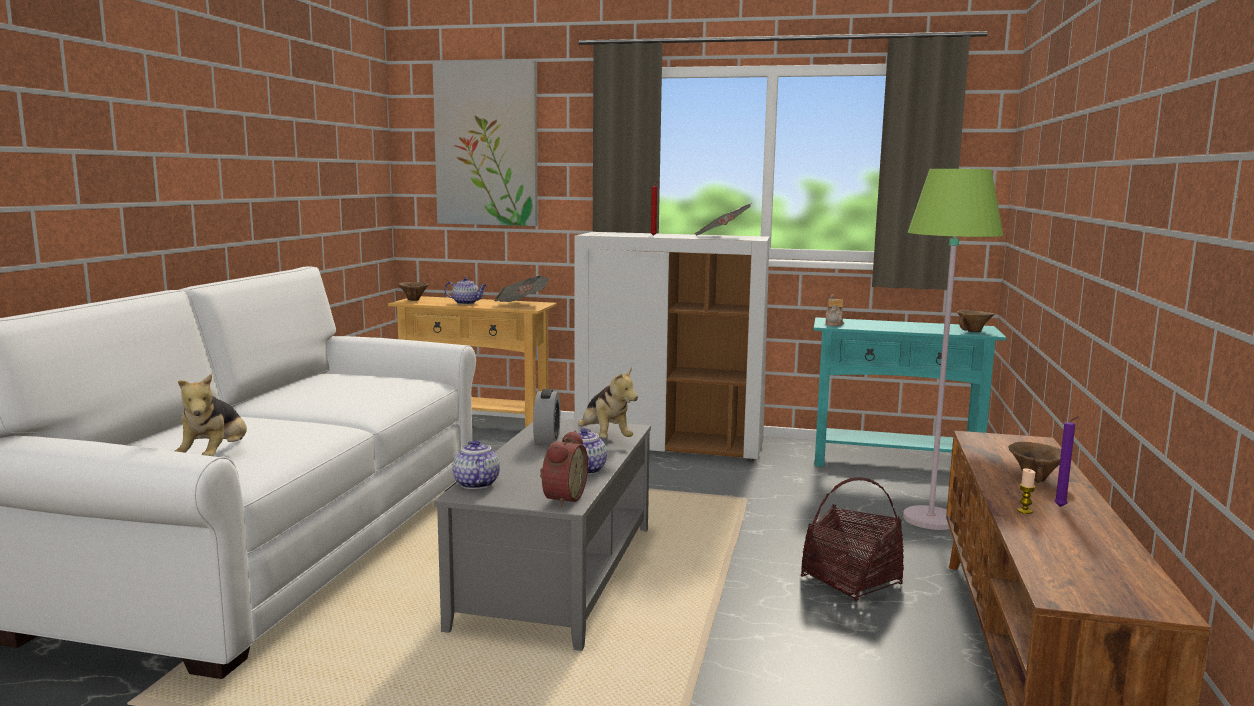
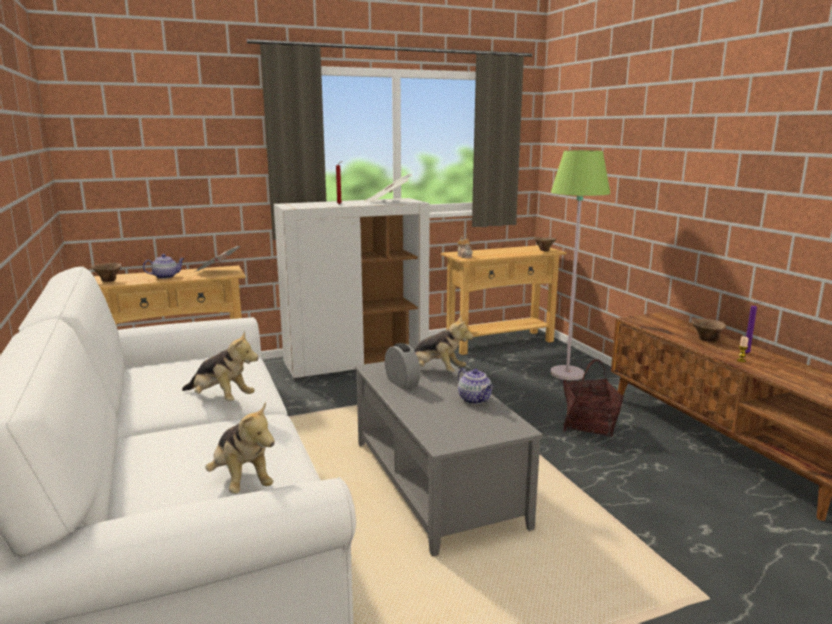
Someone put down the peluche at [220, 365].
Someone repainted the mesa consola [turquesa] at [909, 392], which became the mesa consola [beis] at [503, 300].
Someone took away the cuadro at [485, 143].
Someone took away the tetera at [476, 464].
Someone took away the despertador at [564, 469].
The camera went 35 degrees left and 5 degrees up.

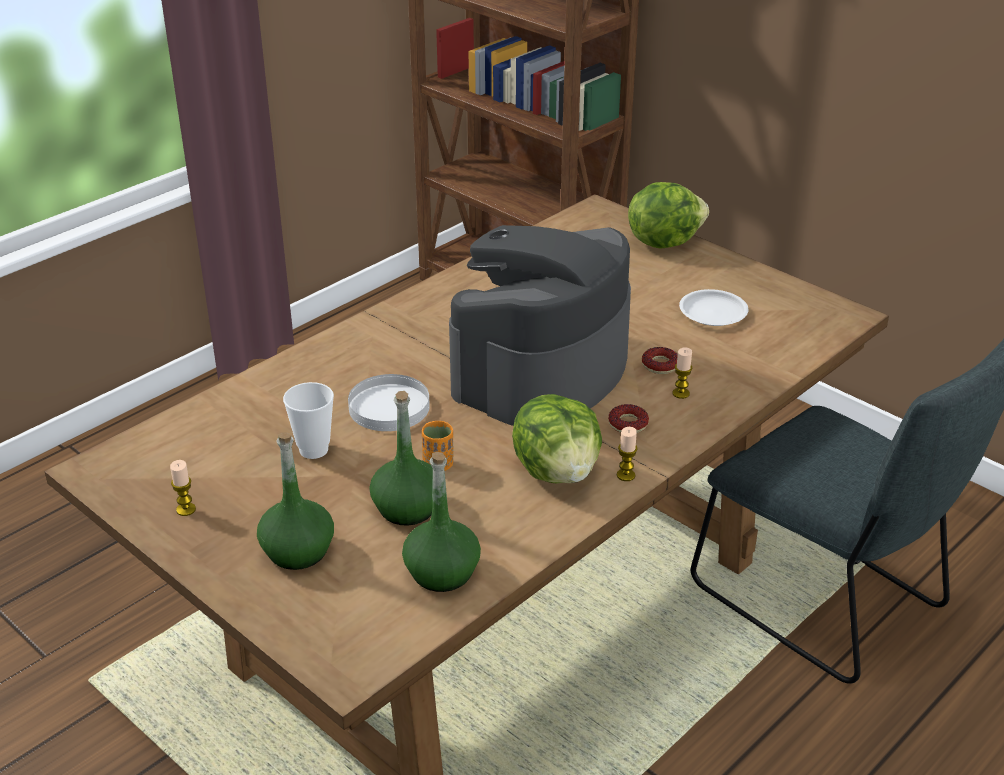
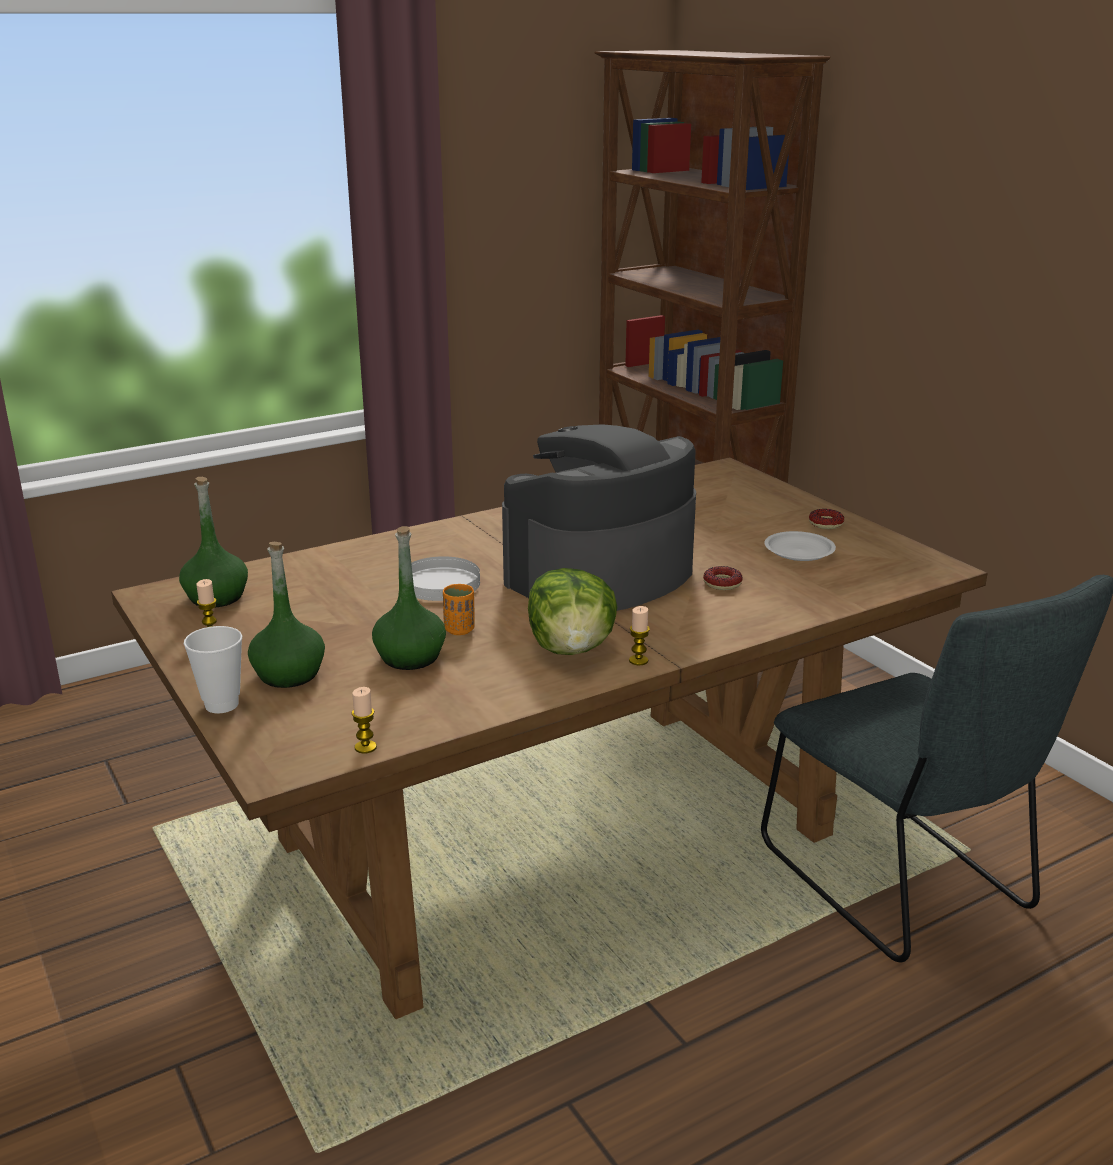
Someone carried the botella [verde] from [441, 522] to [213, 542].
Someone carried the taza from [308, 420] to [213, 669].
Someone carried the vela from [682, 373] to [364, 720].
Someone carried the rosquilla from [628, 418] to [826, 519].
Someone took away the lechuga at [668, 215].
The camera went 15 degrees right and 10 degrees down.

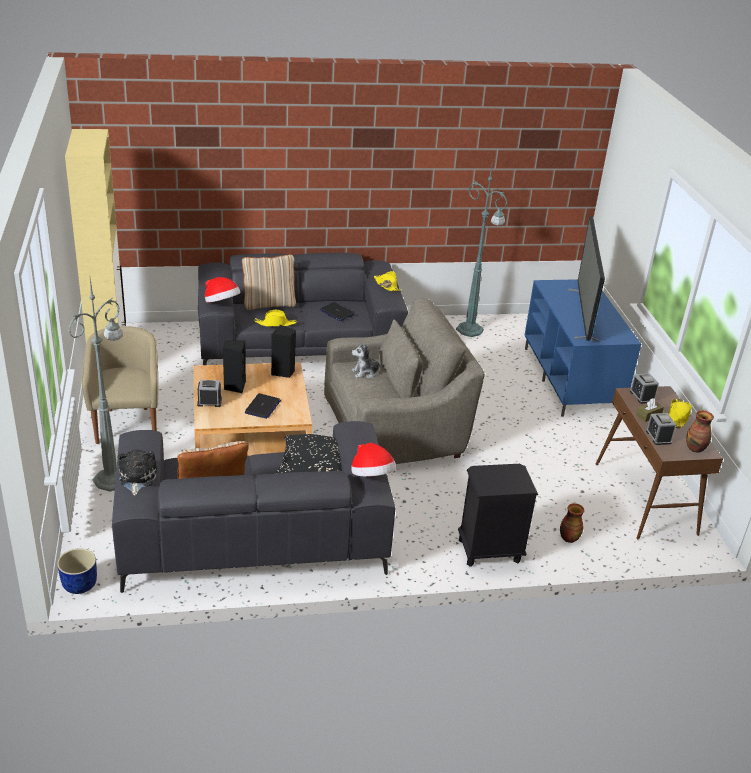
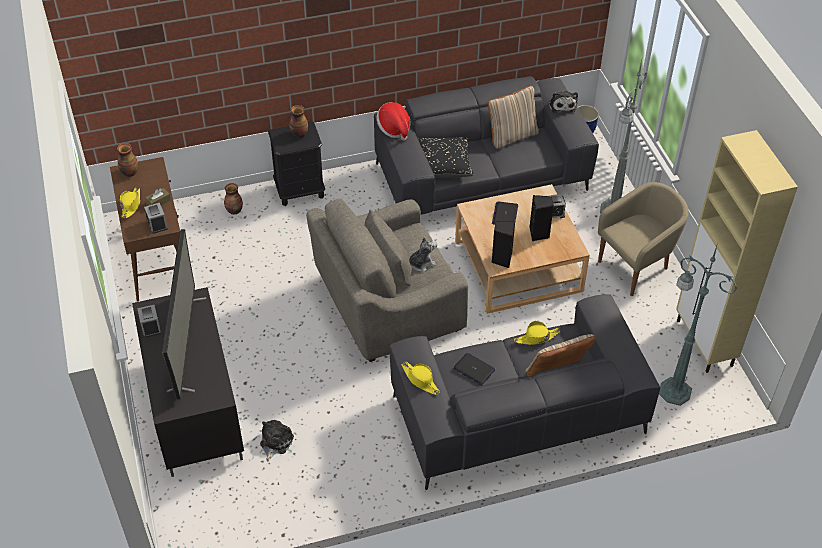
Someone repainted the mueble de televisión [azul] at [582, 348], which became the mueble de televisión [negro] at [188, 382].
Someone carried the despertador from [661, 429] to [149, 321].
Someone put down the peluche at [277, 441].
Someone put down the florero at [298, 121].
Someone rotated the sillón [beis] at [120, 385] by 105 degrees counterclockwise.
Someone carried the lámpara de pie [verde] from [481, 248] to [698, 324].
Someone took away the sombrero at [222, 289].
The camera went 175 degrees right and 15 degrees up.

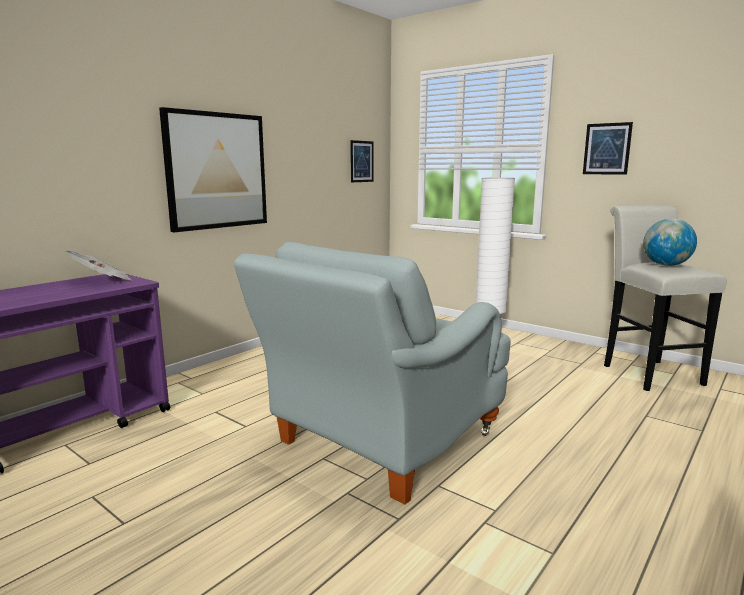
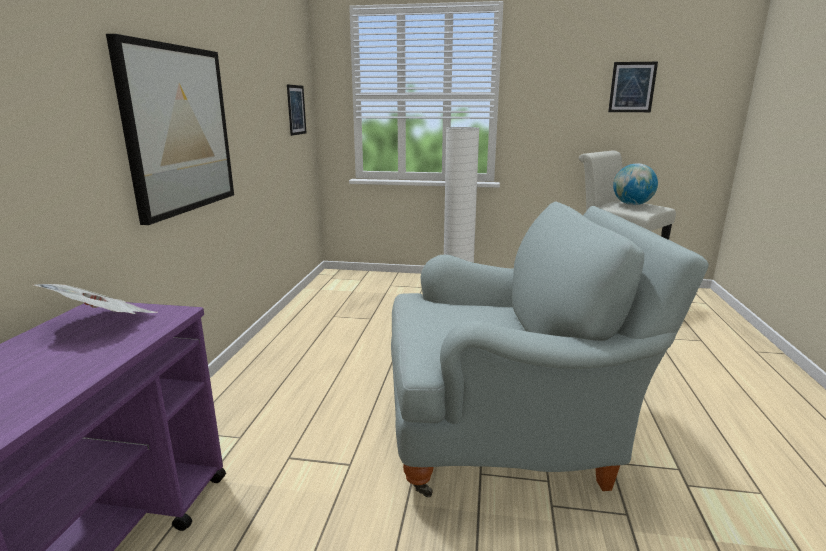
Someone rotated the sillón [gris] at [372, 373] by 105 degrees counterclockwise.
Someone carried the cuadro from [608, 148] to [633, 87].
The camera went 30 degrees left and 5 degrees up.

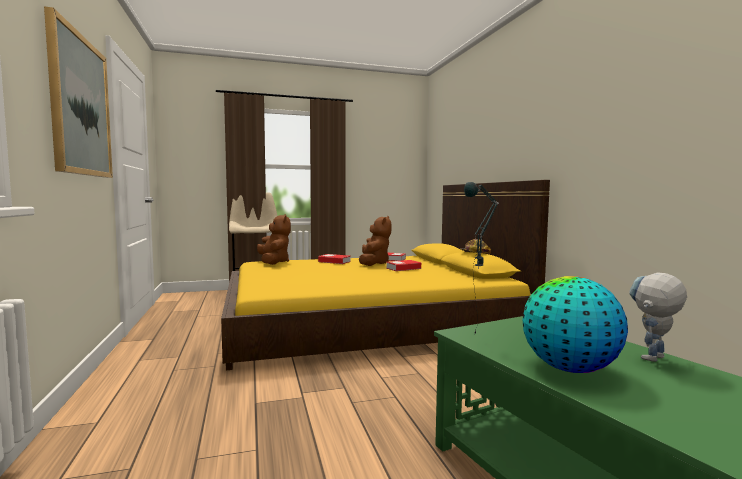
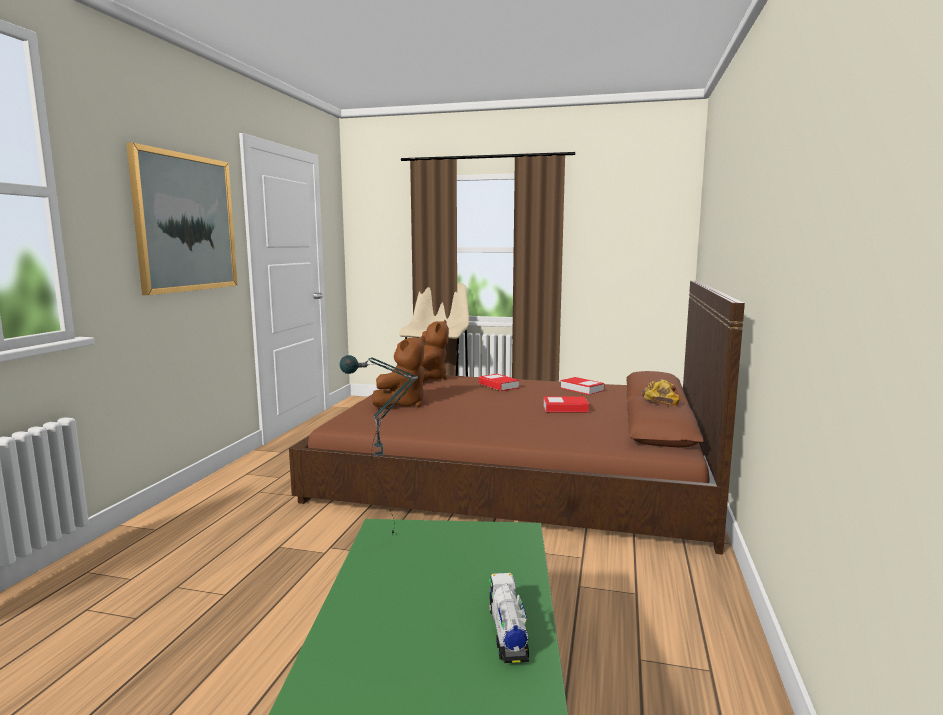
Someone repainted the cama [amarillo] at [385, 275], which became the cama [marrón] at [517, 418].
Someone carried the peluche [marrón] from [375, 241] to [398, 372].
Someone swapped the robot de juguete at [658, 317] for the camión de juguete at [509, 618].
Someone took away the globo terráqueo at [575, 324].
The camera went 30 degrees right and 5 degrees up.

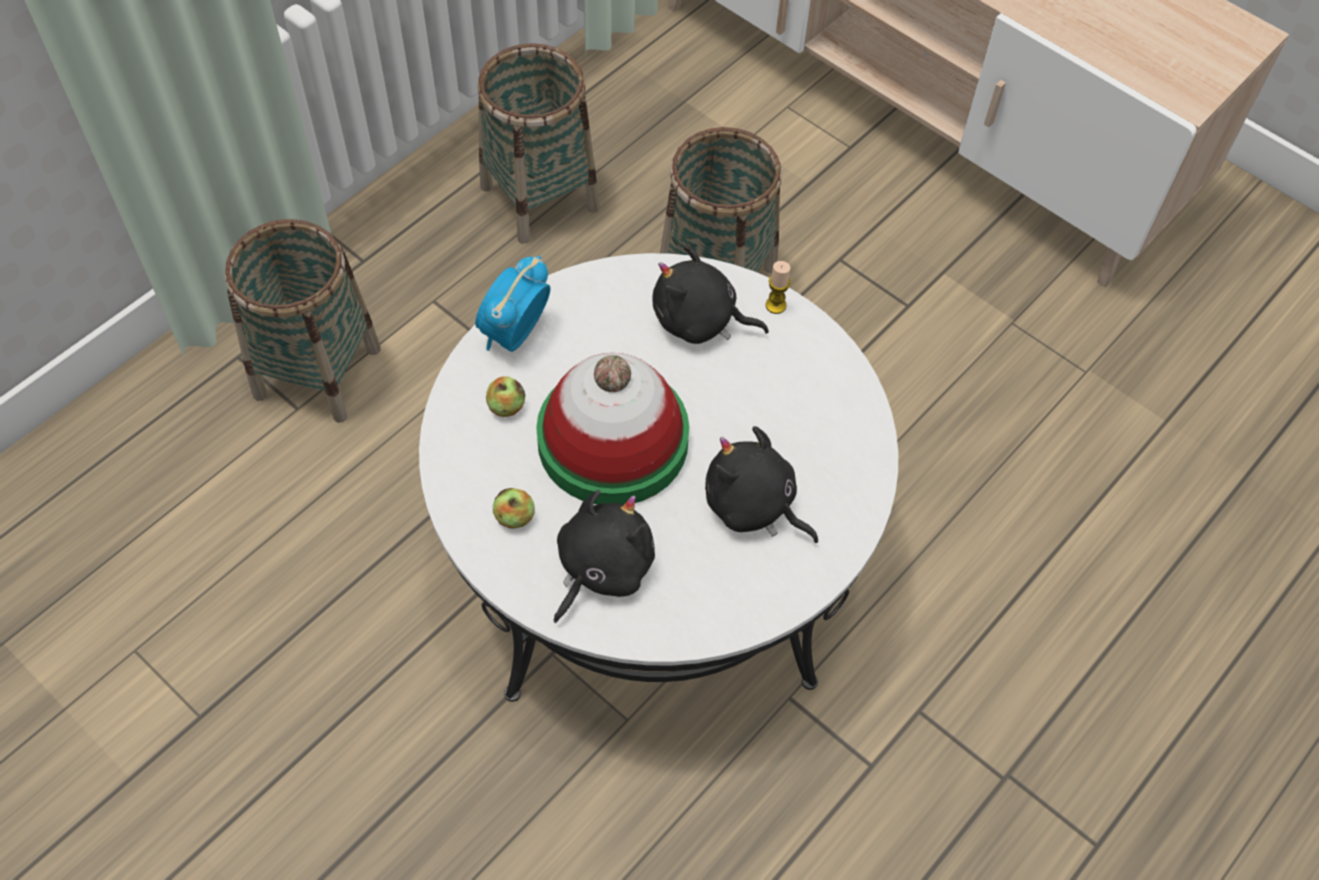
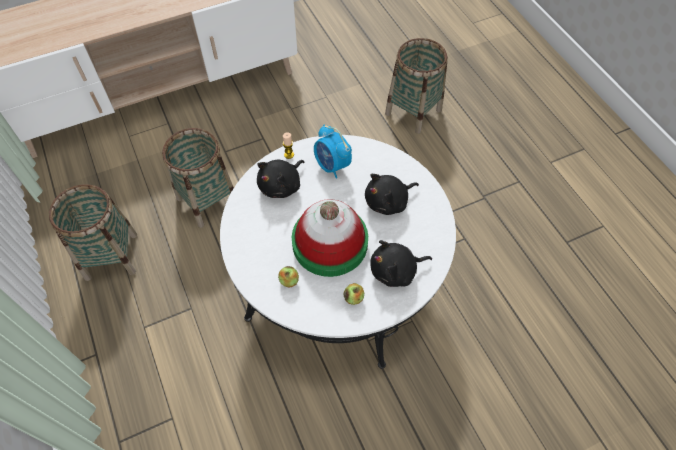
Someone carried the despertador from [513, 304] to [333, 151].
Someone rotated the peluche [negro] at [604, 556] by 75 degrees counterclockwise.
Someone carried the cesta from [303, 321] to [416, 86].
The camera went 65 degrees left and 0 degrees up.

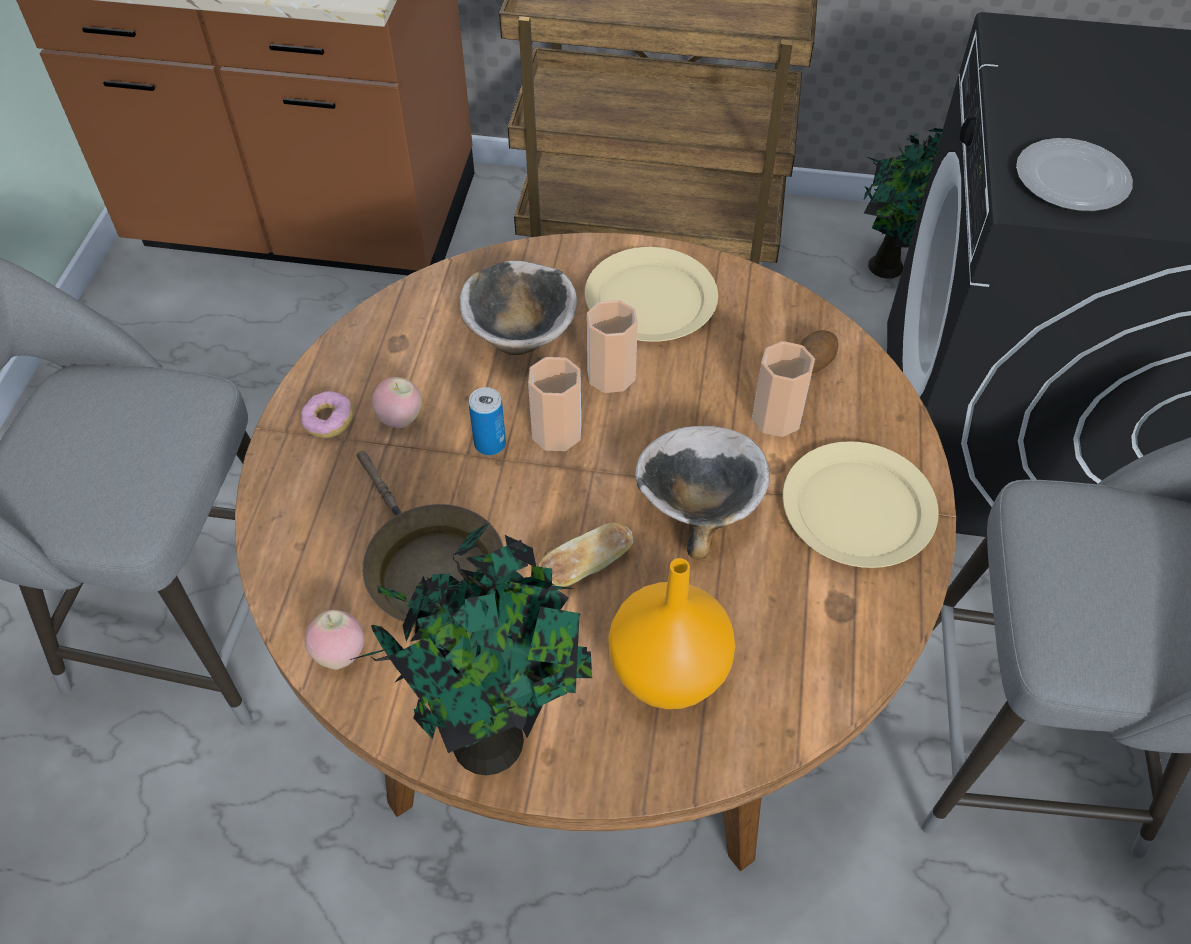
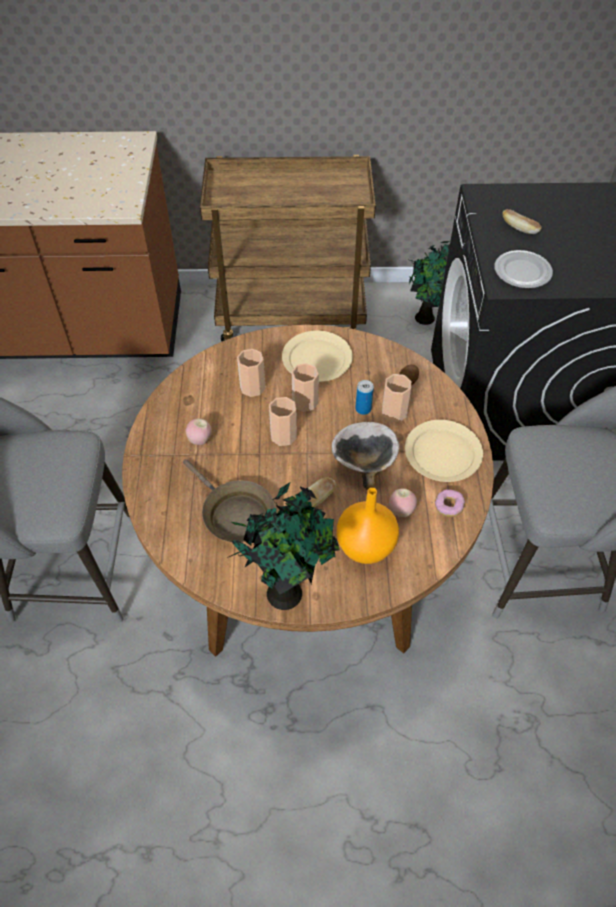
Someone swapped the cuenco at [518, 308] for the taza at [251, 373].
Someone carried the lata from [487, 421] to [364, 397].
Someone carried the manzana from [334, 640] to [403, 502].
Someone carried the rosquilla from [327, 414] to [450, 503].
Someone put down the pan at [522, 221].
The camera went 10 degrees left and 0 degrees up.

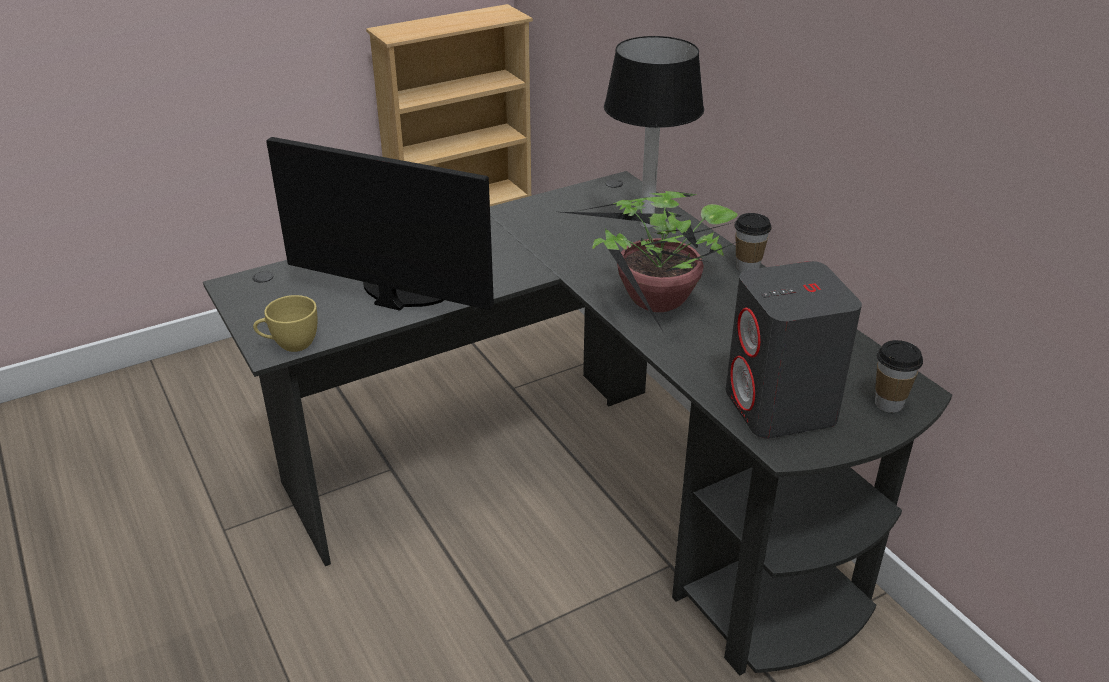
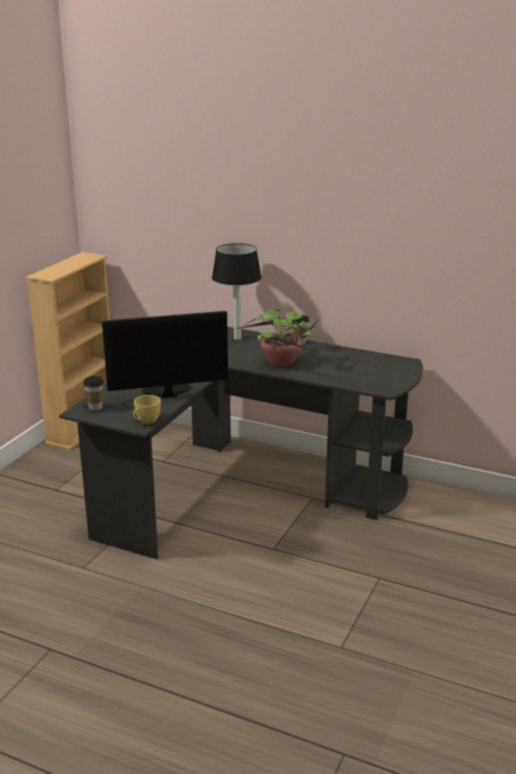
Someone carried the taza from [899, 376] to [93, 393].
Someone took away the altavoz [gris] at [794, 349].
The camera went 35 degrees left and 10 degrees down.

